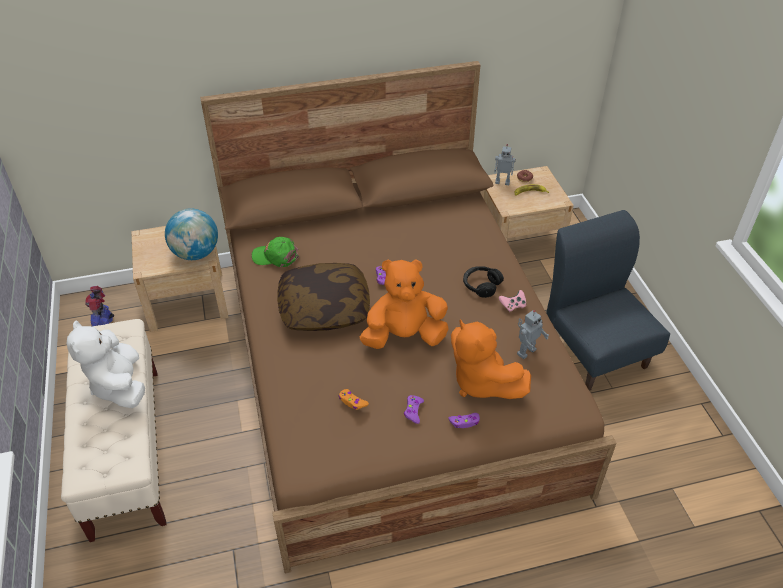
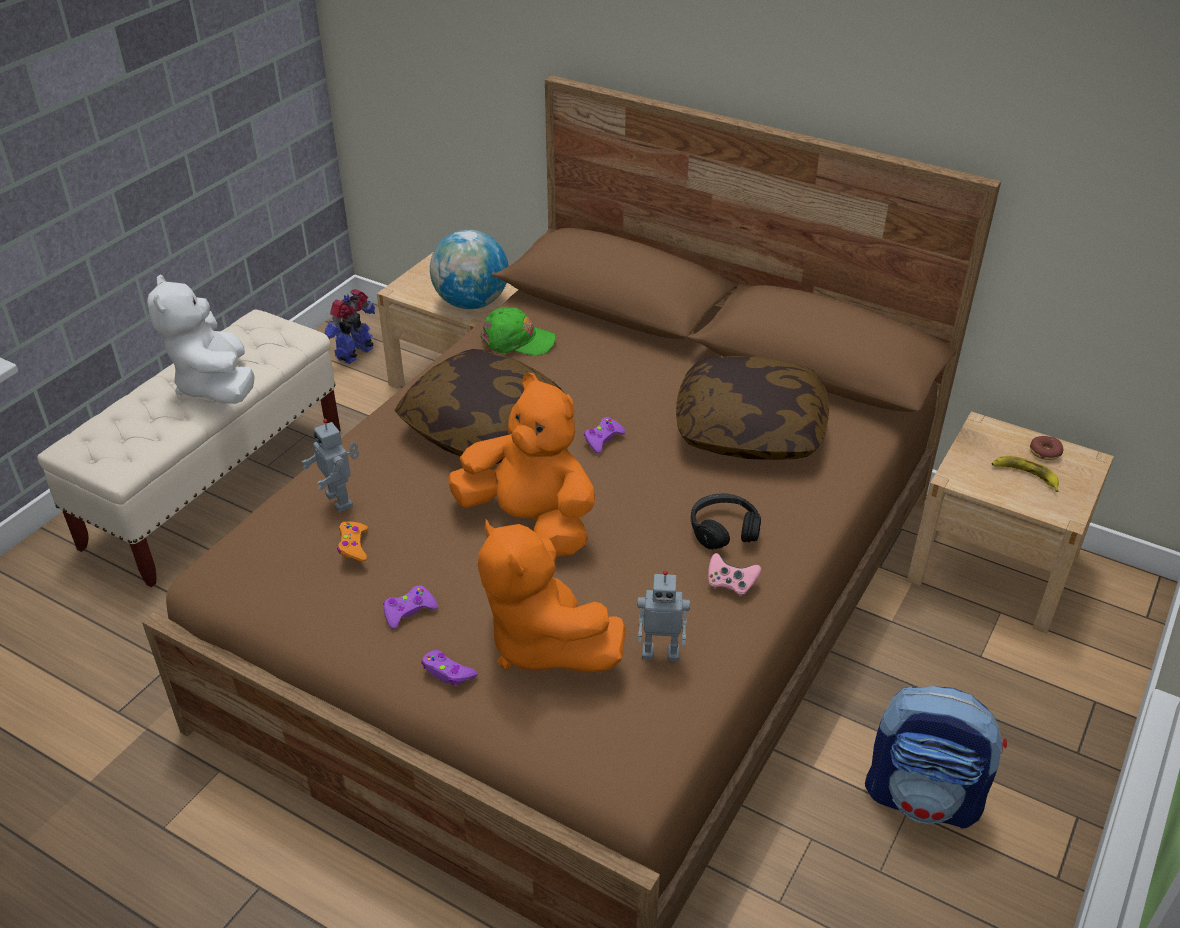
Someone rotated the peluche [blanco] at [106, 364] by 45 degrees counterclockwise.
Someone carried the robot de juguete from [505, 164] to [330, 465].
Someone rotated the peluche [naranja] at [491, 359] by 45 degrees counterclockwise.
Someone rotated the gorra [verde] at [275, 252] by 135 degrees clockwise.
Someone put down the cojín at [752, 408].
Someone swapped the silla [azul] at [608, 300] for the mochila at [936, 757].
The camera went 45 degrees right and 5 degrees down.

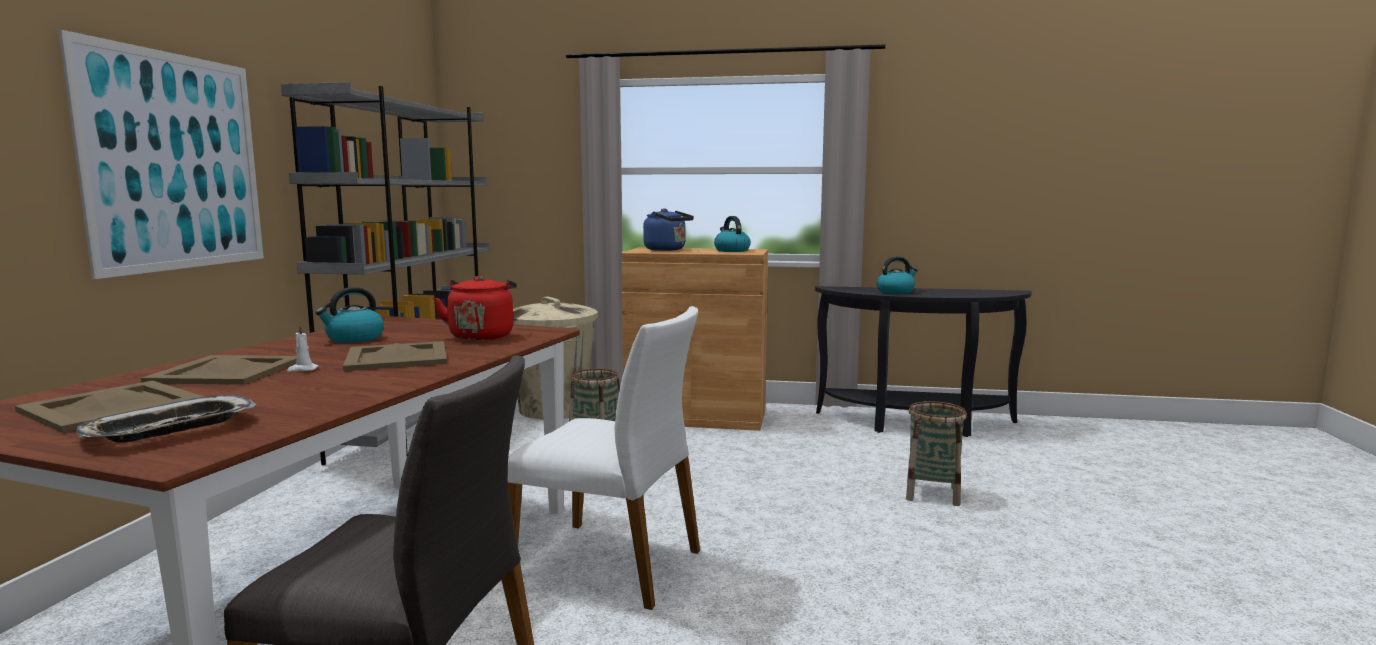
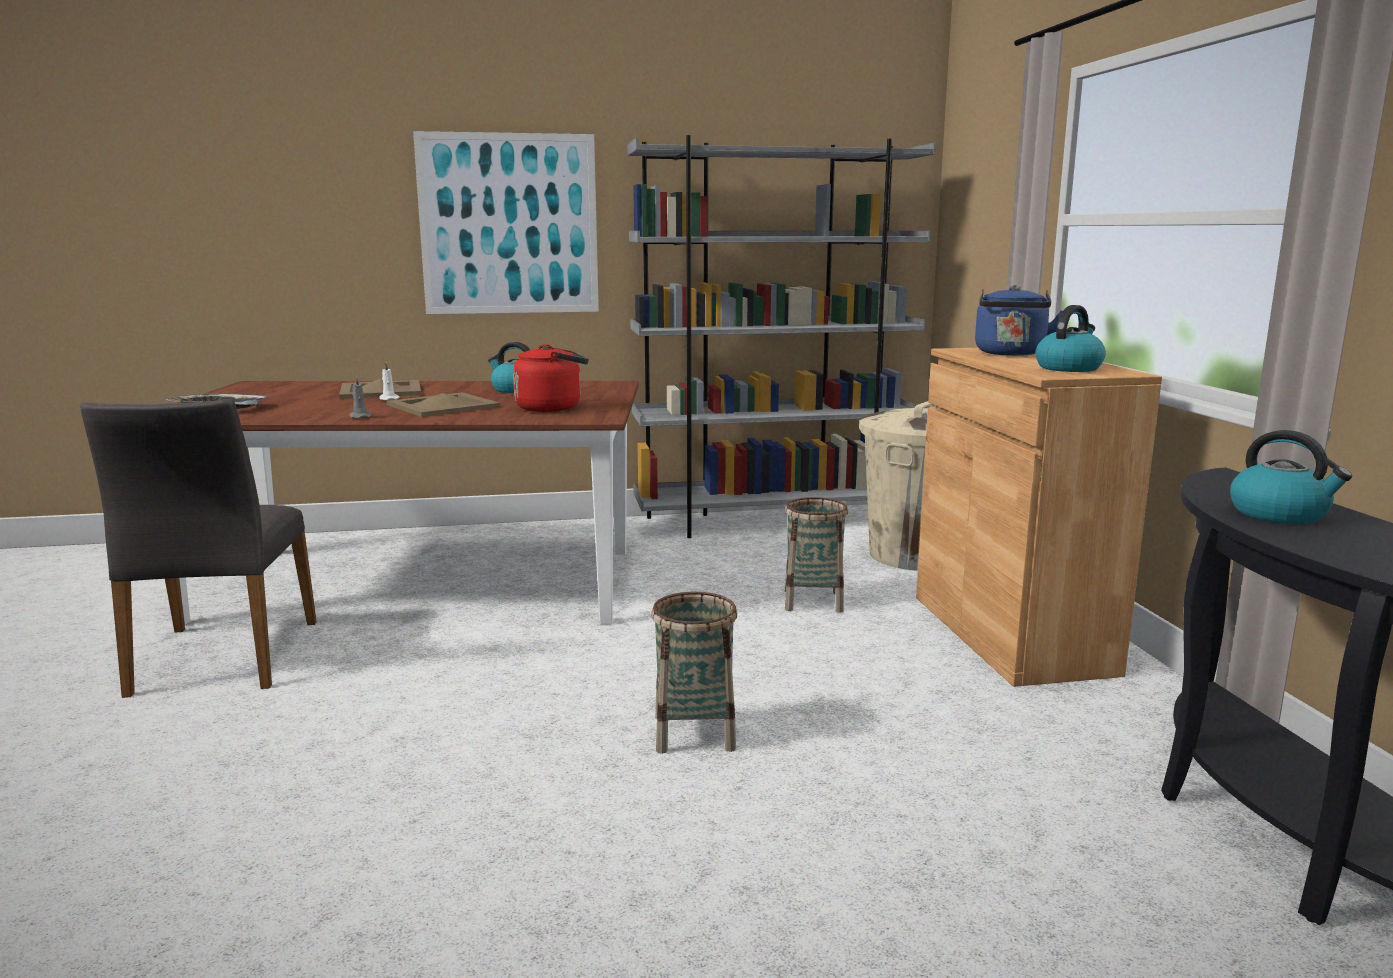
Someone put down the vela [gris] at [360, 397].
Someone carried the cesta from [936, 453] to [694, 673].
Someone took away the bandeja [beis] at [110, 407].
Someone took away the silla [blanco] at [603, 458].
The camera went 70 degrees right and 5 degrees up.

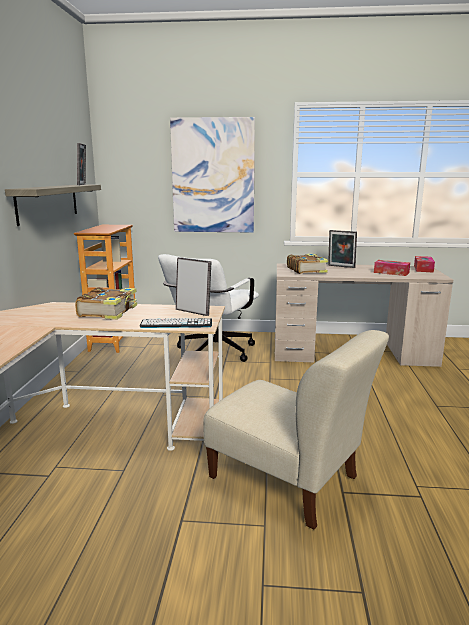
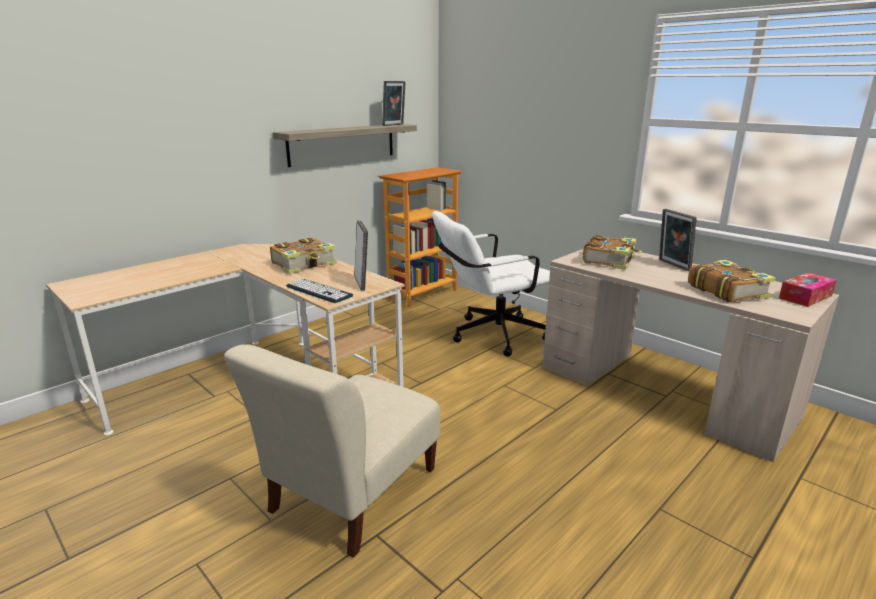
Someone rotated the silla [beis] at [296, 430] by 45 degrees clockwise.
Someone swapped the caja de pañuelos at [392, 268] for the libro at [732, 281].
Someone took away the cuadro at [212, 175].
The camera went 40 degrees right and 5 degrees up.

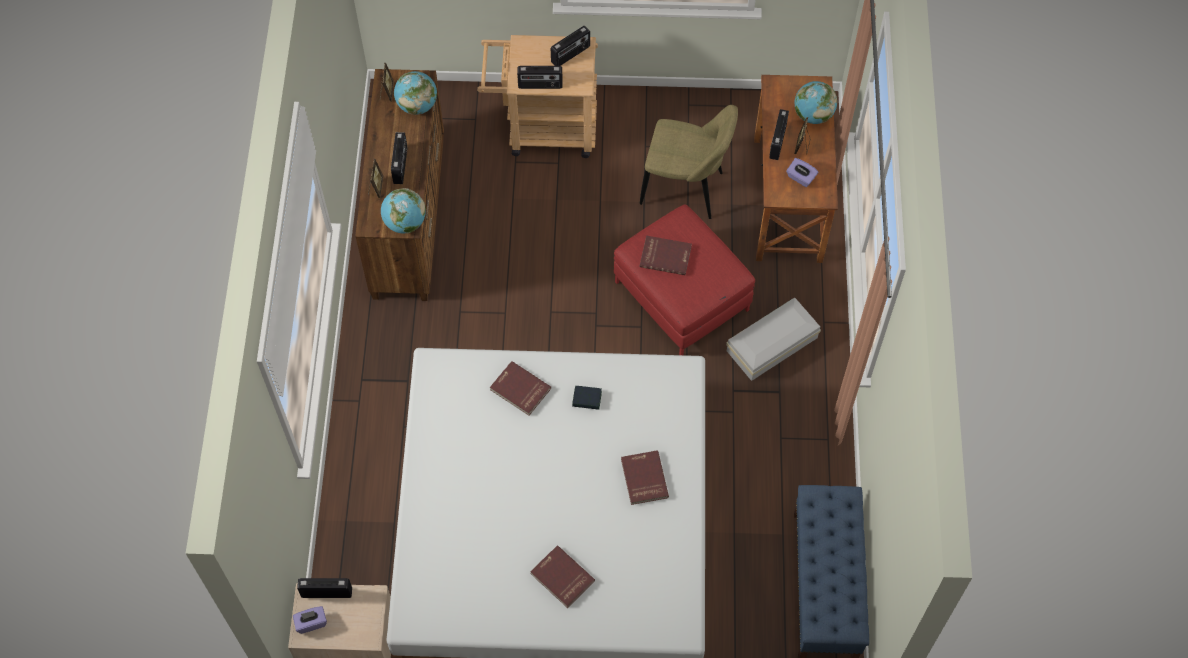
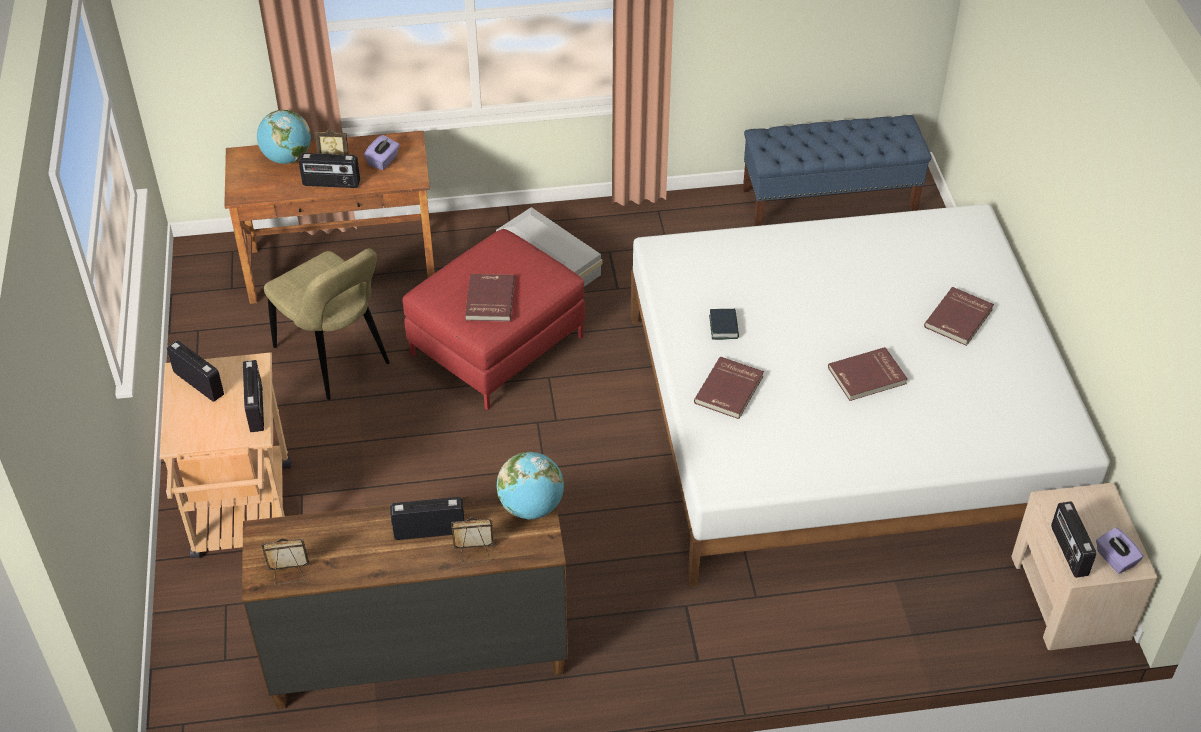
Someone rotated the silla [beis] at [689, 162] by 135 degrees clockwise.
Someone carried the libro [rojo] from [645, 477] to [868, 374].
Someone took away the globo terráqueo at [415, 93].
The camera went 100 degrees left and 15 degrees down.

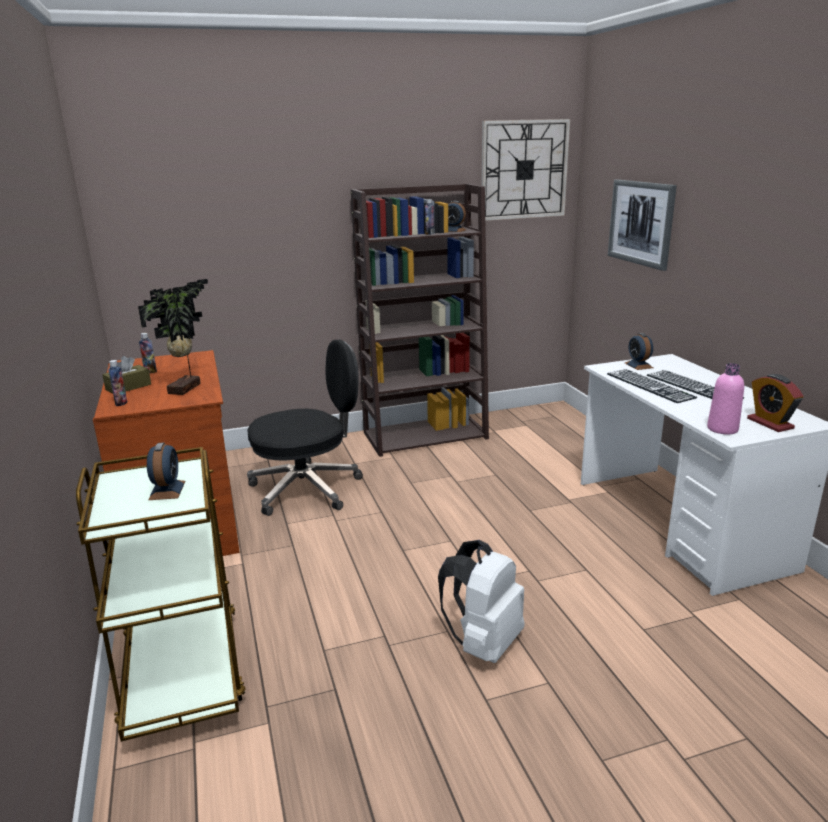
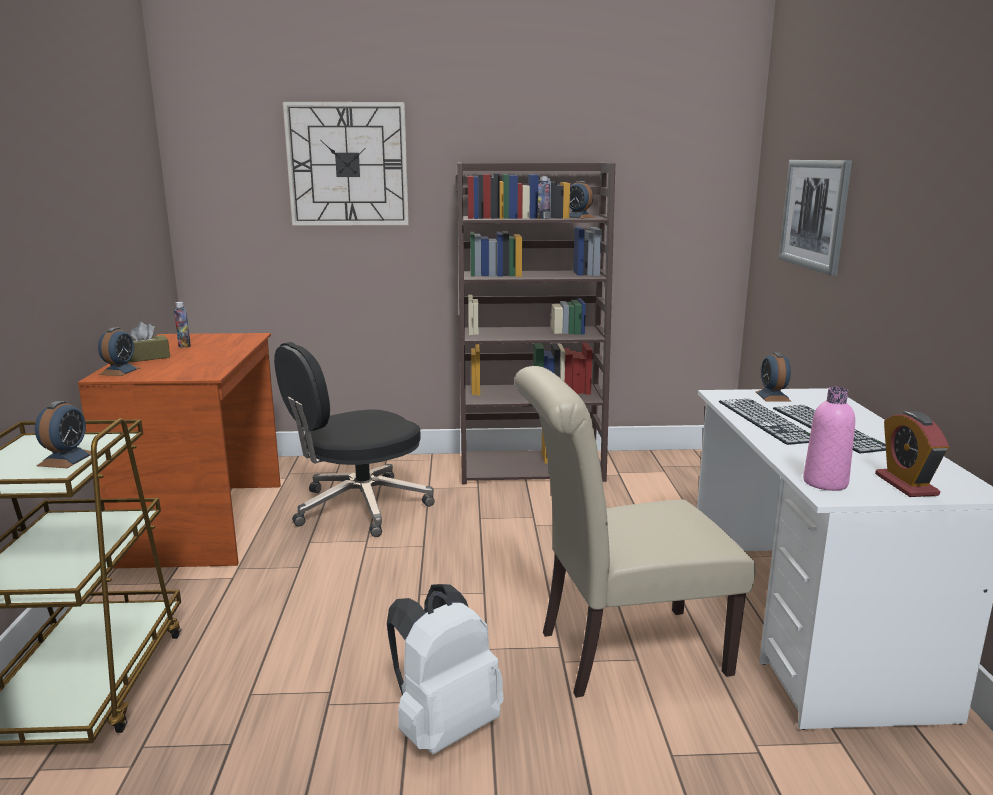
Someone swapped the botella at [117, 383] for the despertador at [119, 352].
Someone rotated the silla de oficina [negro] at [305, 428] by 150 degrees clockwise.
Someone carried the reloj de pared from [525, 170] to [346, 164].
Someone put down the silla [beis] at [635, 532].
Someone took away the planta en maceta at [173, 337].
The camera went 15 degrees right and 5 degrees down.

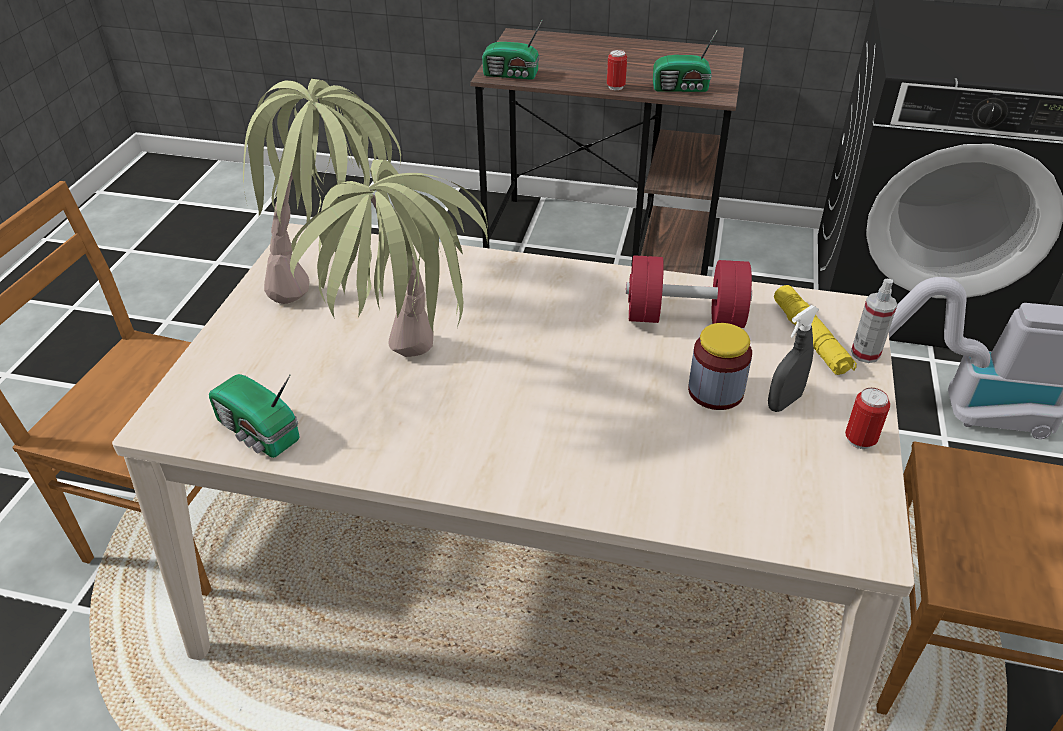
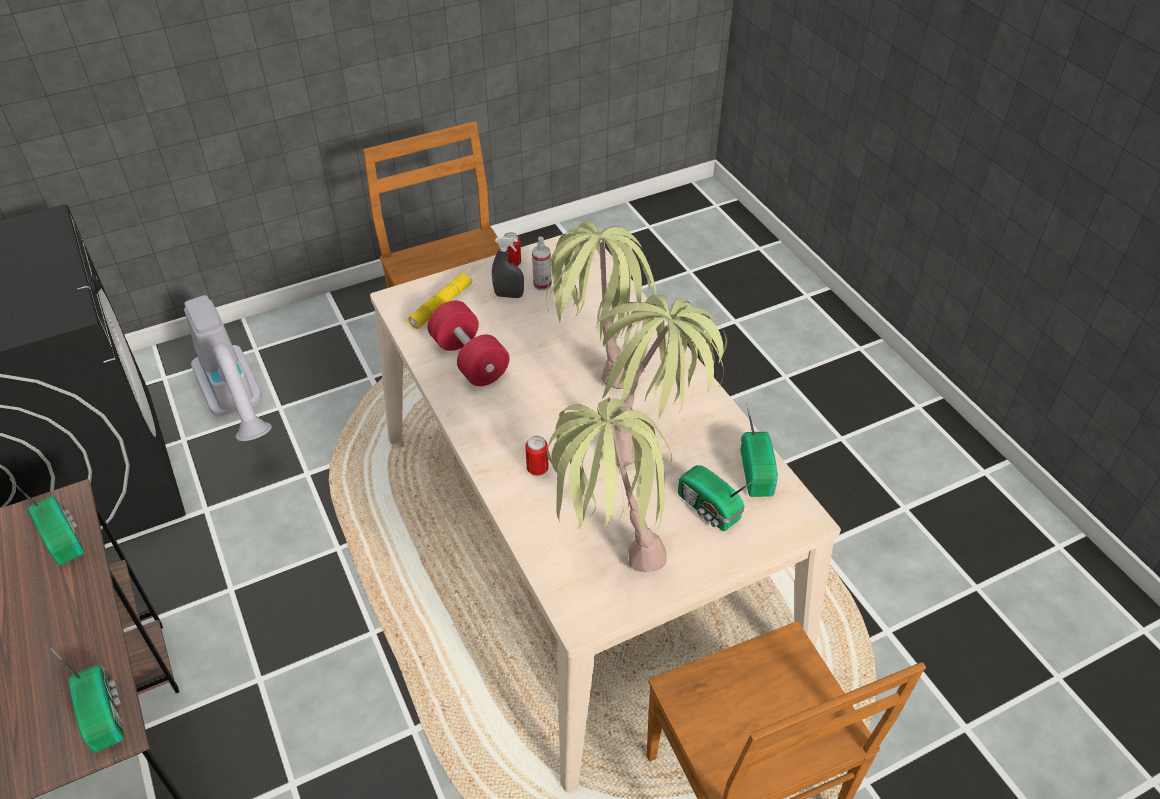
Someone carried the lata from [617, 70] to [537, 456].
Someone carried the pulverizador from [874, 321] to [542, 263].
Someone put down the planta en maceta at [601, 305].
Someone put down the radio at [715, 498].
Someone took away the tarro at [720, 366].
The camera went 130 degrees left and 5 degrees up.

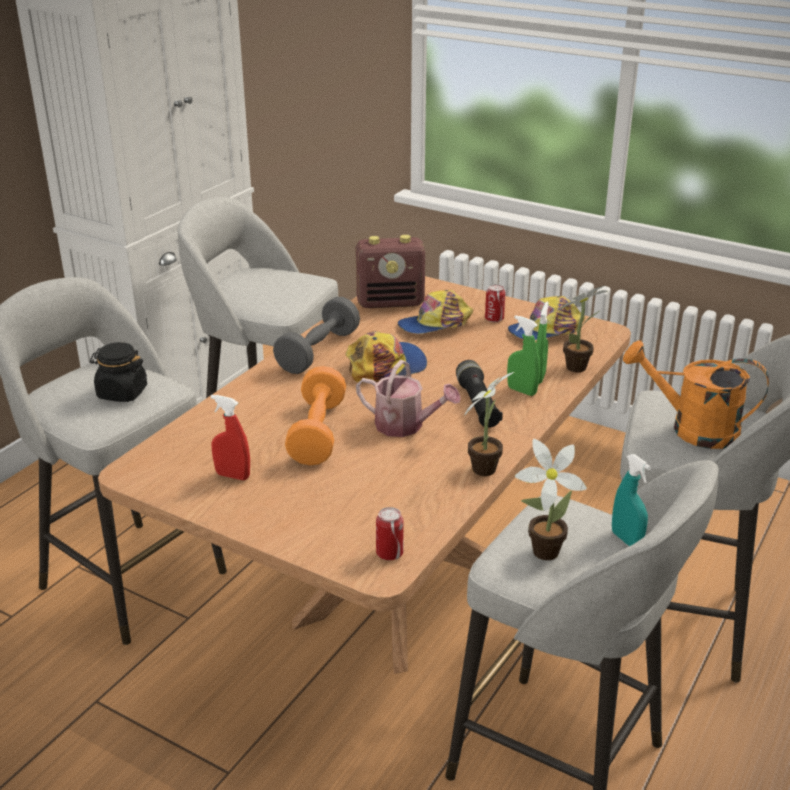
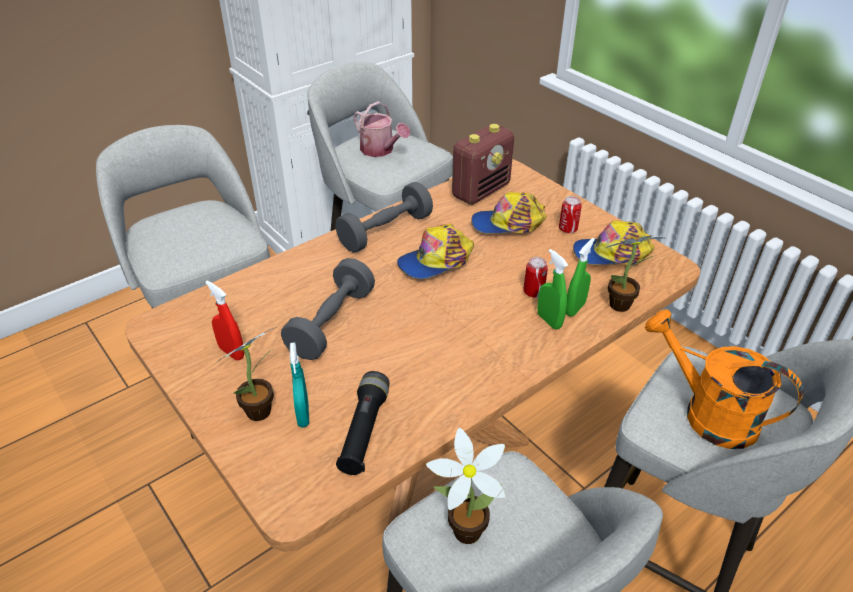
Someone carried the planta en maceta from [489, 424] to [246, 374].
Someone repainted the mancuerna [naranja] at [315, 415], which became the mancuerna [gris] at [328, 309].
Someone carried the pulverizador [turquesa] from [631, 500] to [299, 385].
Someone carried the linterna [negro] from [479, 394] to [363, 423].
Someone carried the regadera from [408, 398] to [381, 129].
Someone rotated the gorra at [386, 357] by 150 degrees clockwise.
Someone rotated the radio at [390, 271] by 60 degrees counterclockwise.
Someone carried the lata from [390, 533] to [535, 277].
Someone took away the tarro [negro] at [118, 372].
The camera went 20 degrees right and 10 degrees up.

